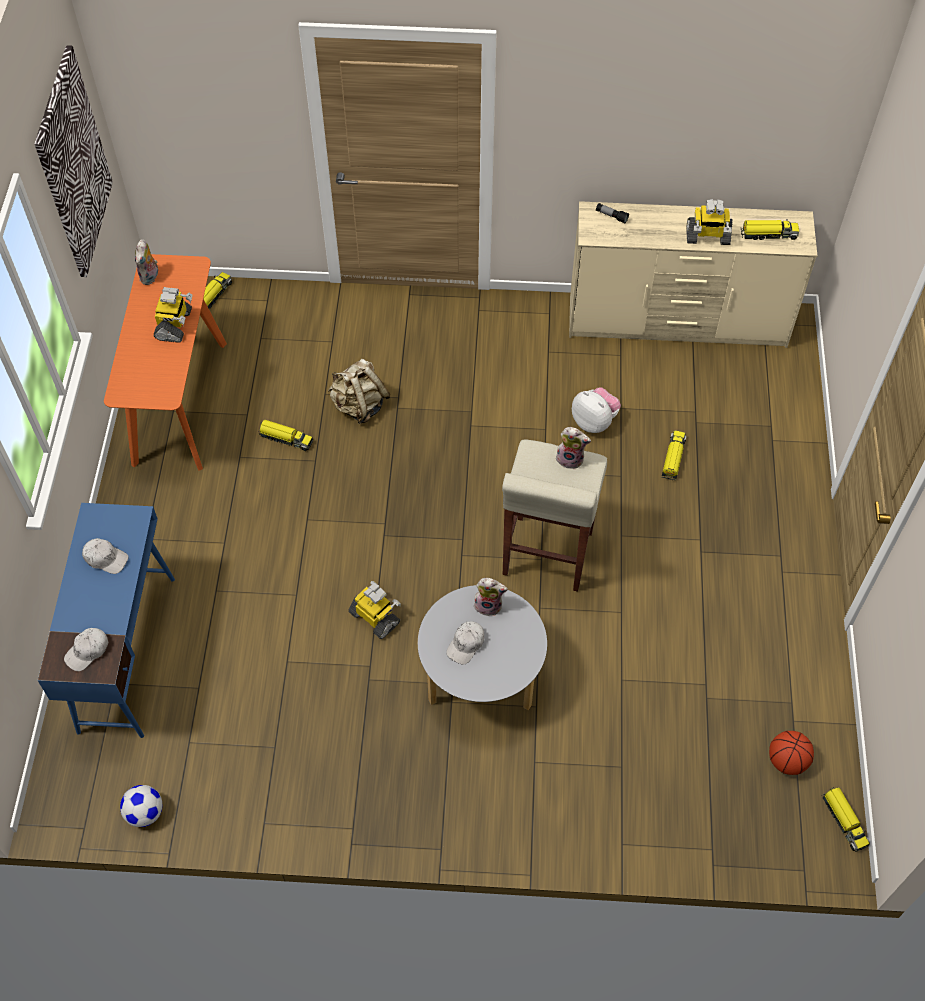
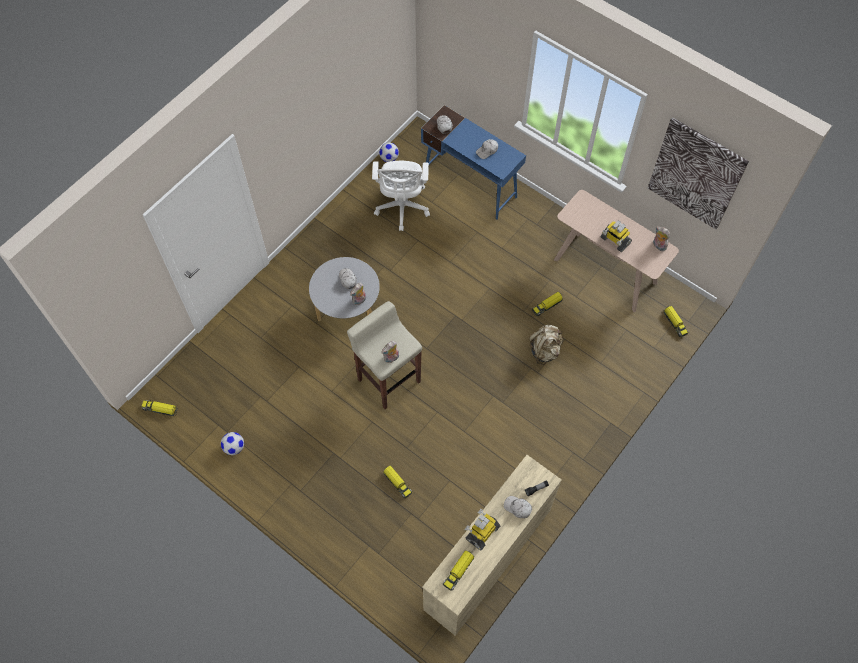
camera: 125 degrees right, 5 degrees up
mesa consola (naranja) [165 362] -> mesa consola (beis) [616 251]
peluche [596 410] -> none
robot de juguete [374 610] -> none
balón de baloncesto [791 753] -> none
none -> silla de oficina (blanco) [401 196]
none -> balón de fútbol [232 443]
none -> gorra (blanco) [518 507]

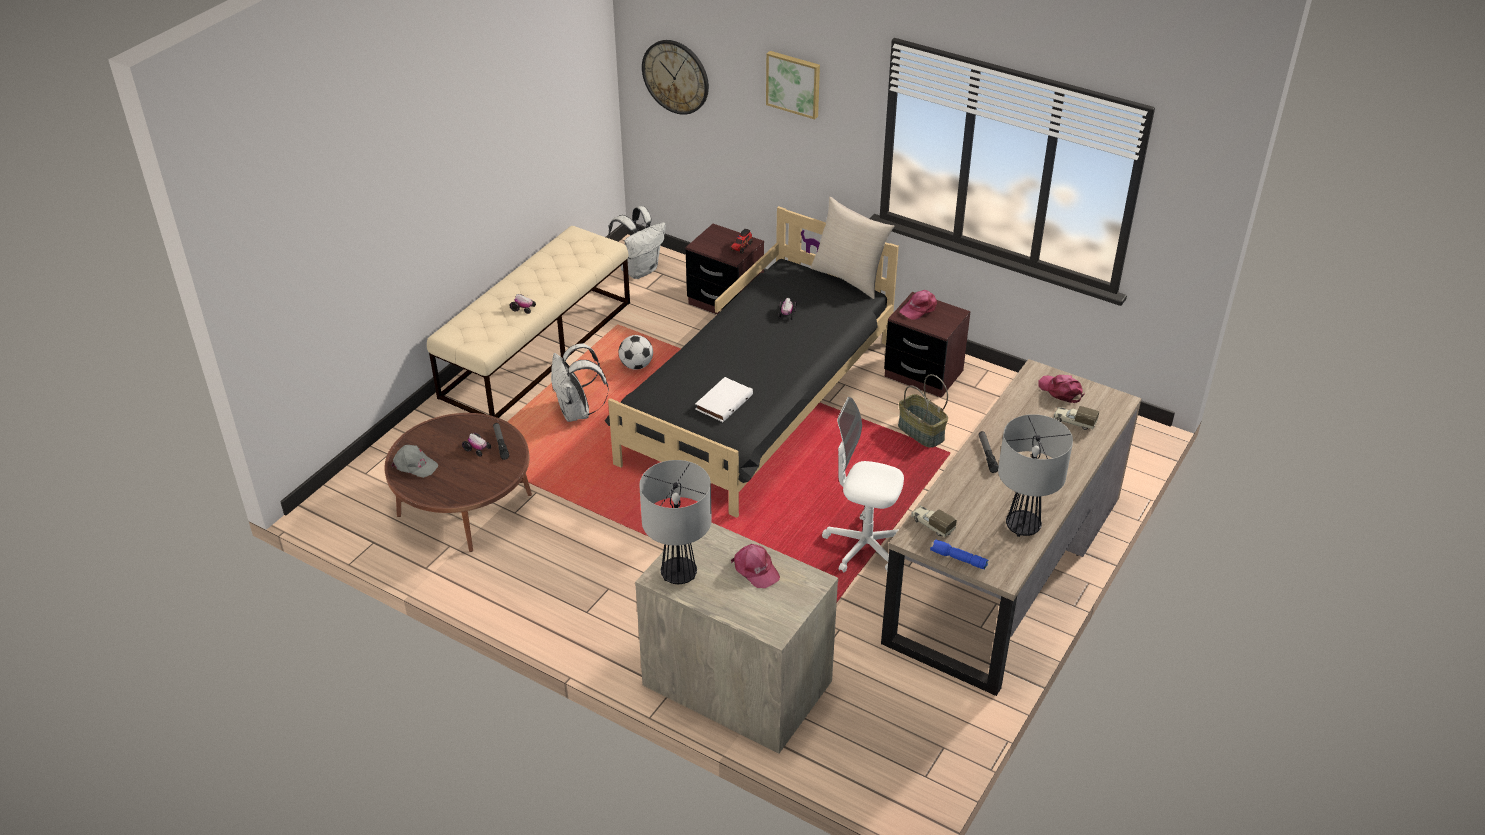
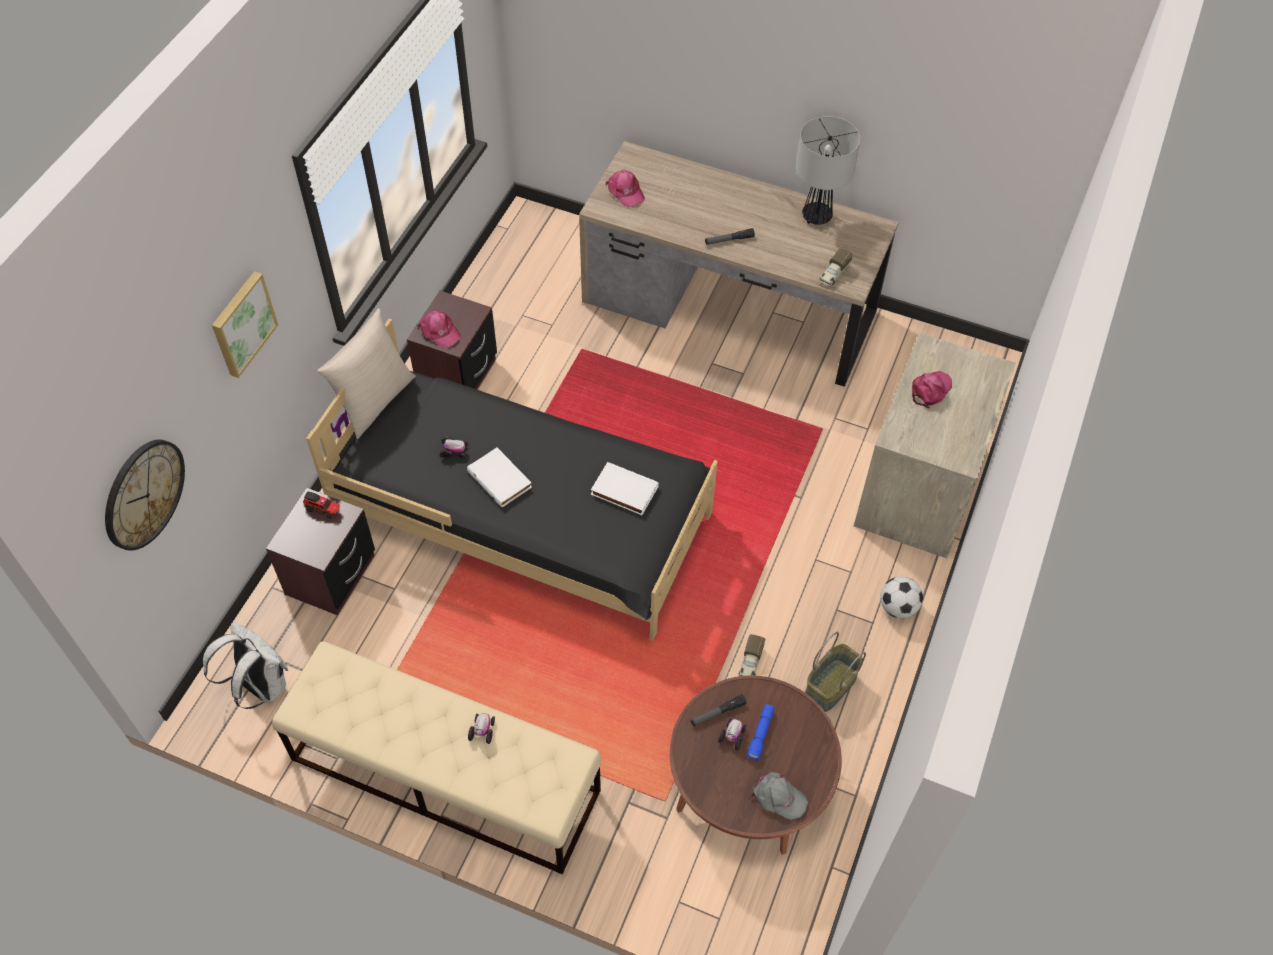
camera: 100 degrees left, 15 degrees up
balón de fútbol [636 352] -> balón de fútbol [901 597], relocated
mochila (blanco) [580 382] -> none
cesta [923 411] -> cesta [835 672], relocated
gorra (rosa) [1062 389] -> gorra (rosa) [625 188], 75 degrees counterclockwise
silla de oficina (blanco) [863 484] -> none
camión de juguete [1076 418] -> camión de juguete [751 655], relocated
gorra (gris) [415 461] -> gorra (gris) [779 796], 105 degrees clockwise
lámpara de mesa [675 522] -> none
linterna (azul) [959 555] -> linterna (azul) [760 733], relocated
none -> libro (blanco) [499 477]

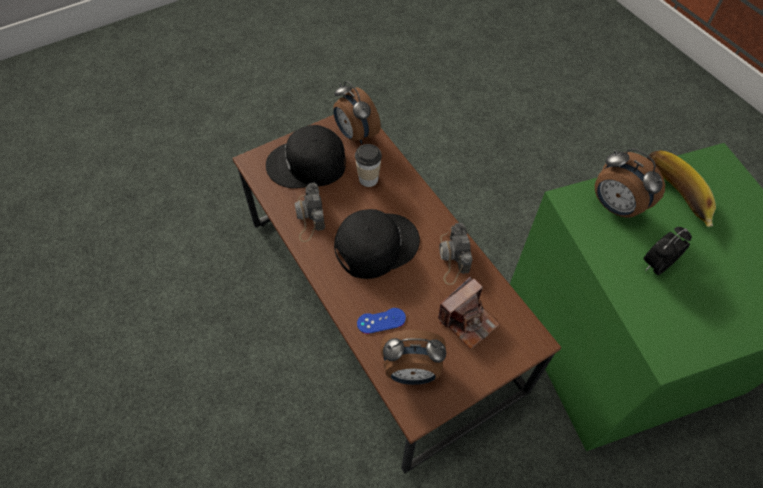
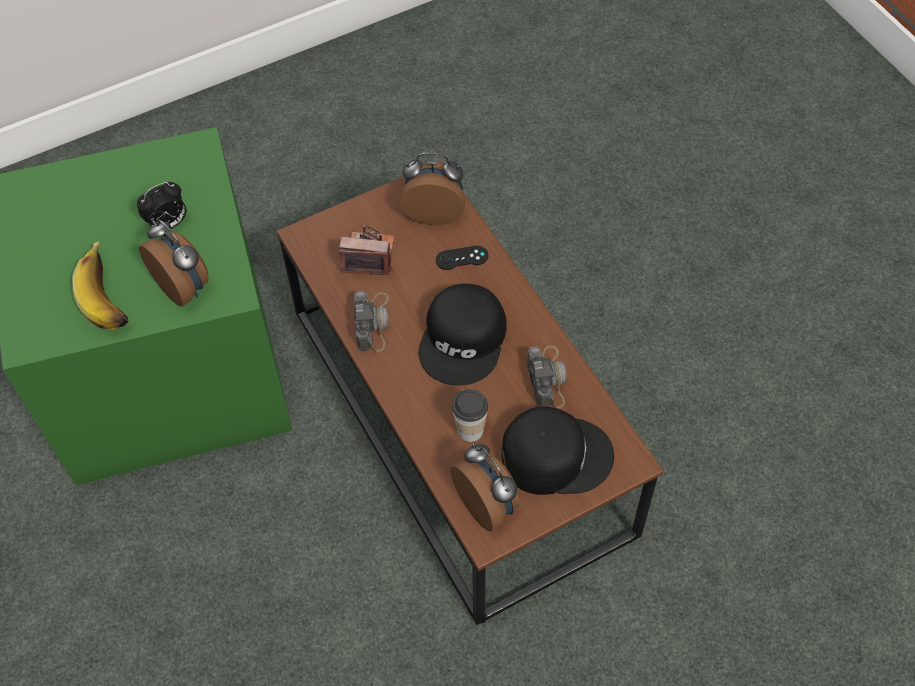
camera: 175 degrees left, 0 degrees up
gorra (negro) [377 244] -> gorra (negro) [463 334], 45 degrees counterclockwise
cámara [469 312] -> cámara [367 250], 45 degrees clockwise
mando de consola (azul) [381 321] -> mando de consola (negro) [462 258]

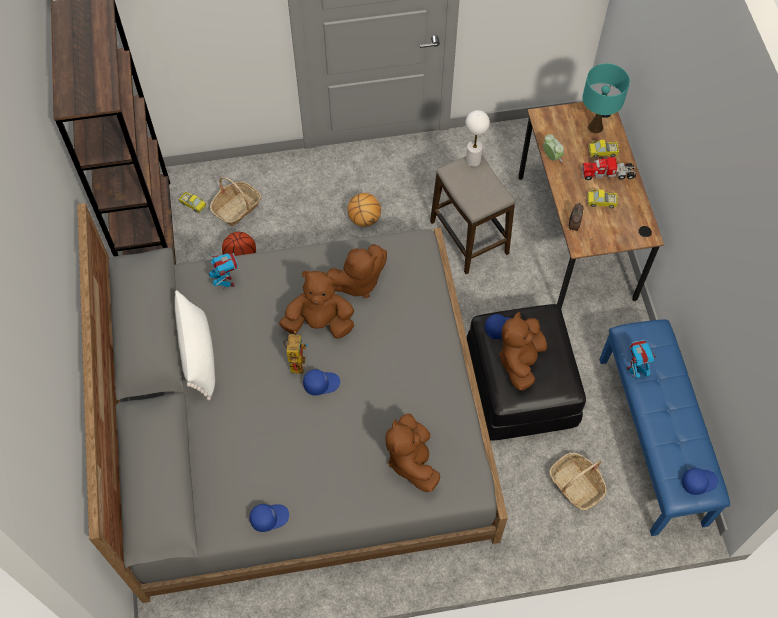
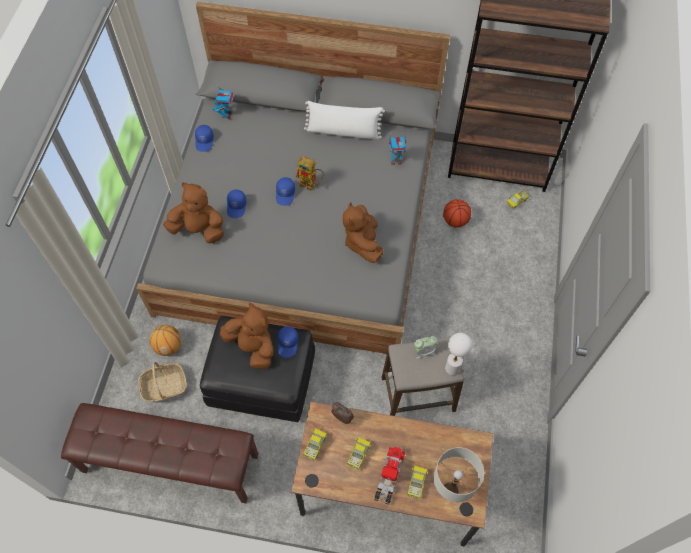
camera: 110 degrees right, 0 degrees up
lámpara de mesa (turquesa) [606 98] -> lámpara de mesa (blanco) [458 474]
despertador [553 148] -> despertador [426 347], relocated
cesta [236 201] -> none
balón de baloncesto [364 210] -> balón de baloncesto [165 340], relocated
peluche (marrón) [316 305] -> none
banco (azul) [664 427] -> banco (marrón) [159 453]
robot de juguete [642 359] -> robot de juguete [223 103], relocated
gorra (azul) [700 481] -> gorra (azul) [236 203], relocated
none -> camión de juguete [315 444]

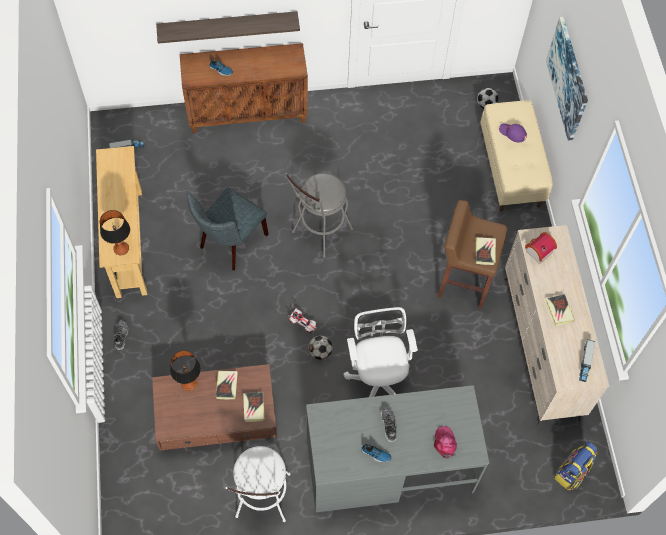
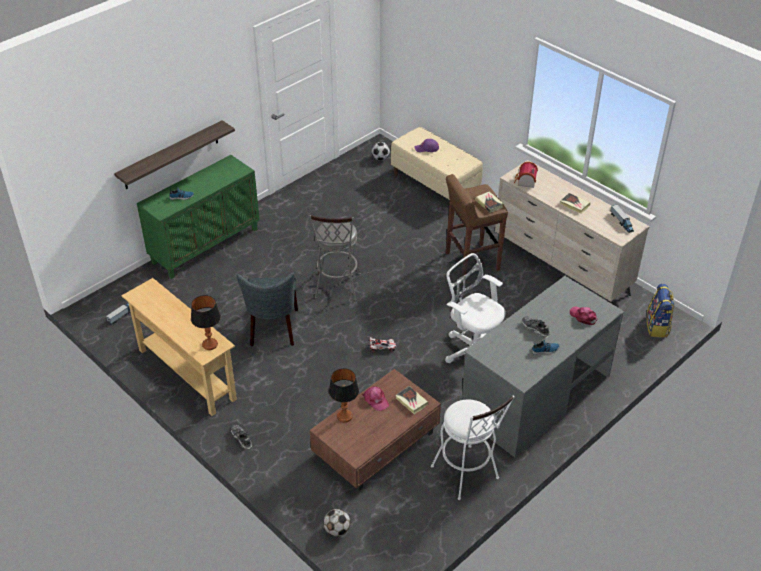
camera: 35 degrees left, 20 degrees down
cuadro [567 79] -> none
armario (marrón) [244 88] -> armario (verde) [198 217]
balón de fútbol [320 348] -> balón de fútbol [337 522], relocated
libro [227 385] -> gorra (rosa) [376 398]

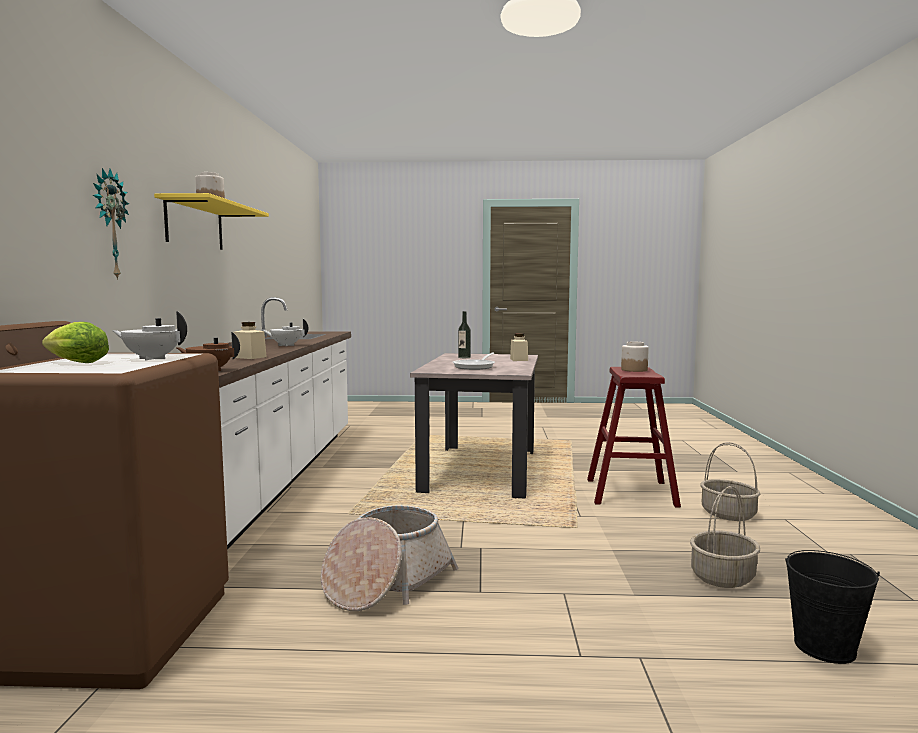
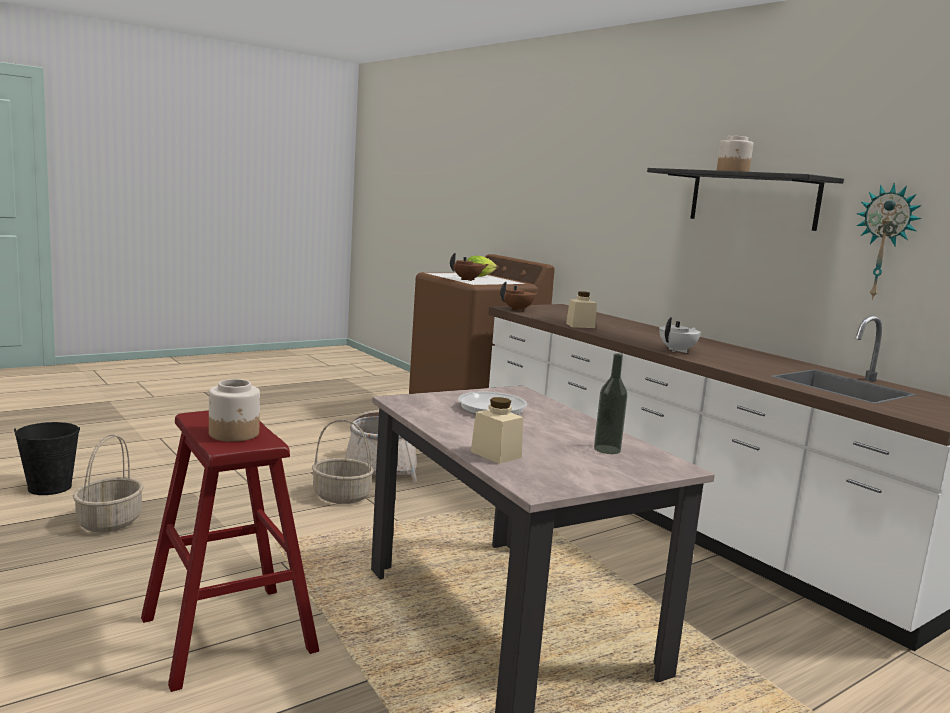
camera: 140 degrees right, 5 degrees up
reloj de pared [111 224] -> reloj de pared [889 241], relocated
estante (amarillo) [211 221] -> estante (negro) [745 199]
tetera (blanco) [149 335] -> tetera (marrón) [469 267]
cesta [730 481] -> cesta [343 461], relocated

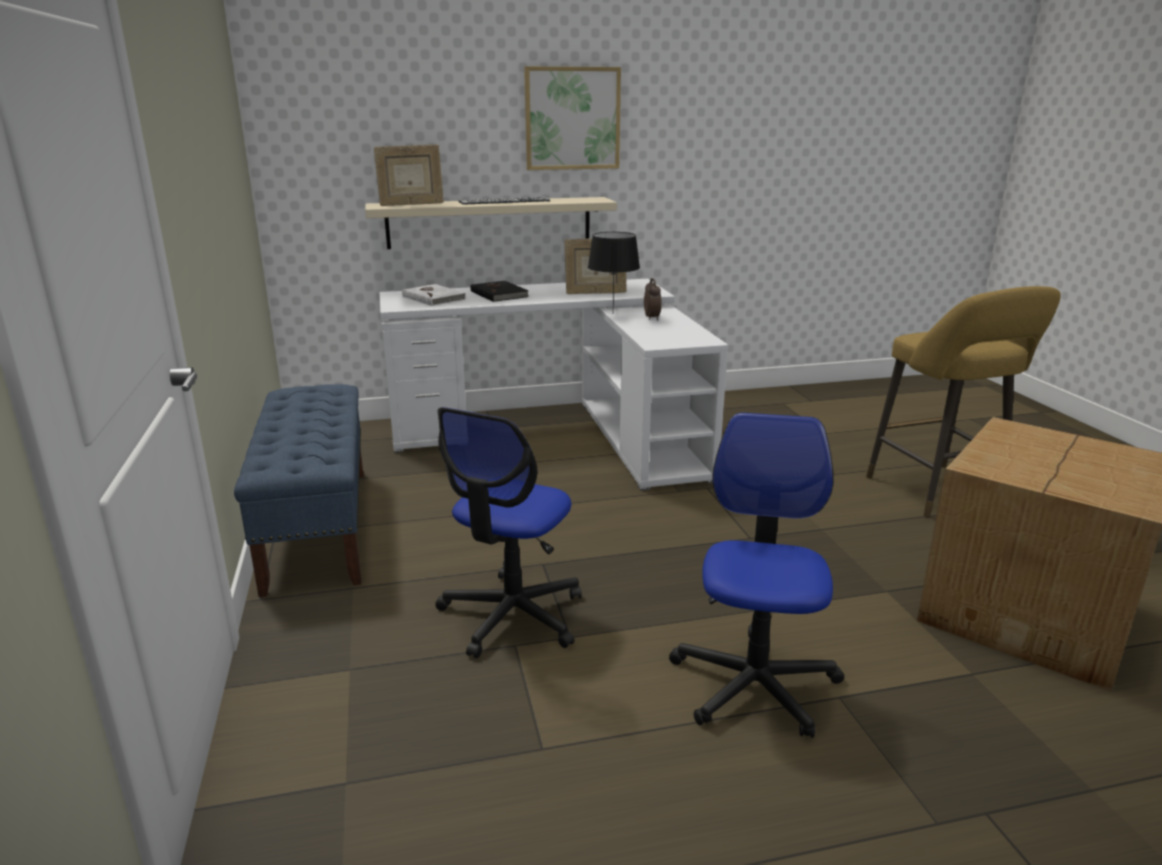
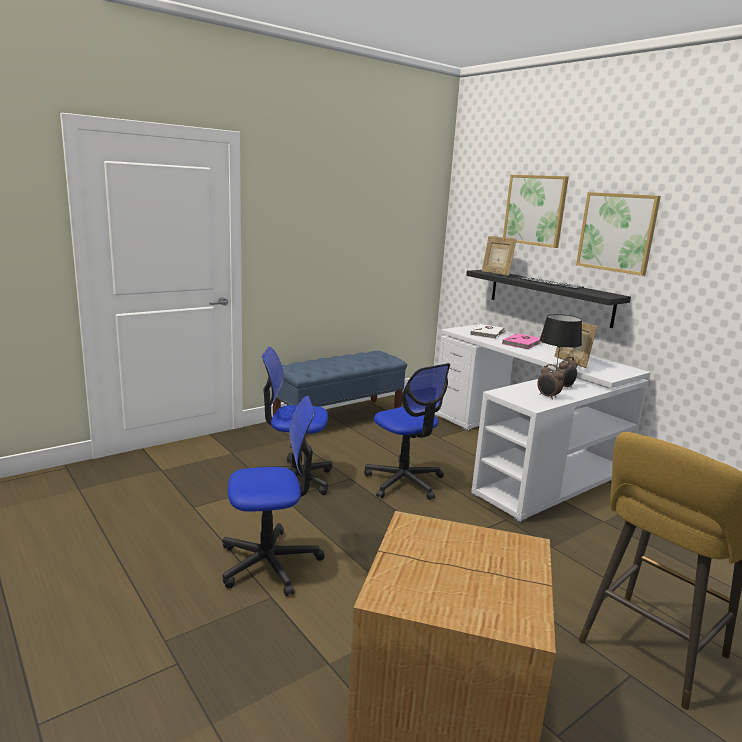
camera: 65 degrees right, 5 degrees down
estante (beis) [491 223] -> estante (negro) [548 299]
libro (negro) [499 291] -> libro (rosa) [522 341]
none -> cuadro [536 211]
none -> silla de oficina [407 431]
none -> despertador [550 382]

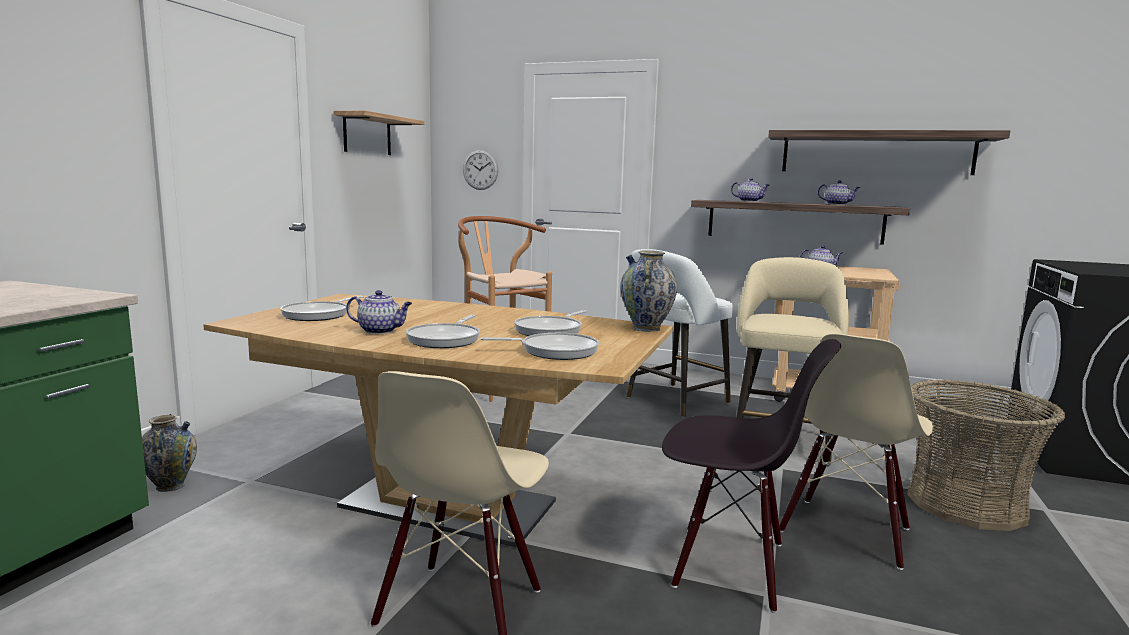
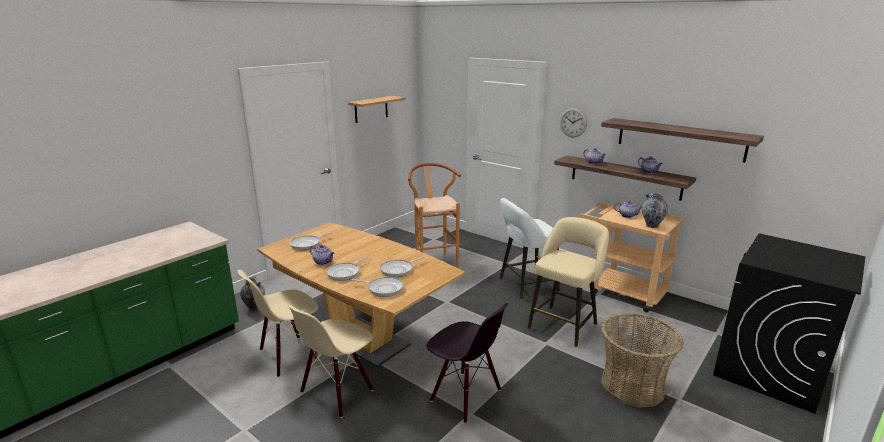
camera: 20 degrees right, 10 degrees up
reloj de pared [481 170] -> reloj de pared [573 122], relocated
florero [649 291] -> florero [655 210], relocated
silla (beis) [856 452] -> silla (beis) [278 323], relocated

